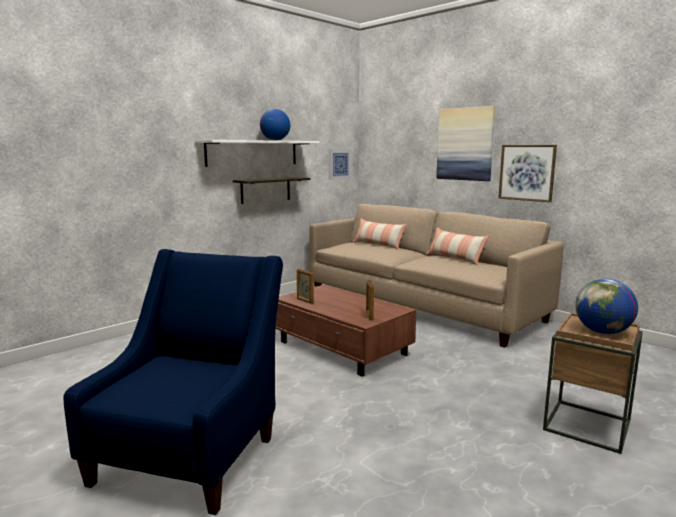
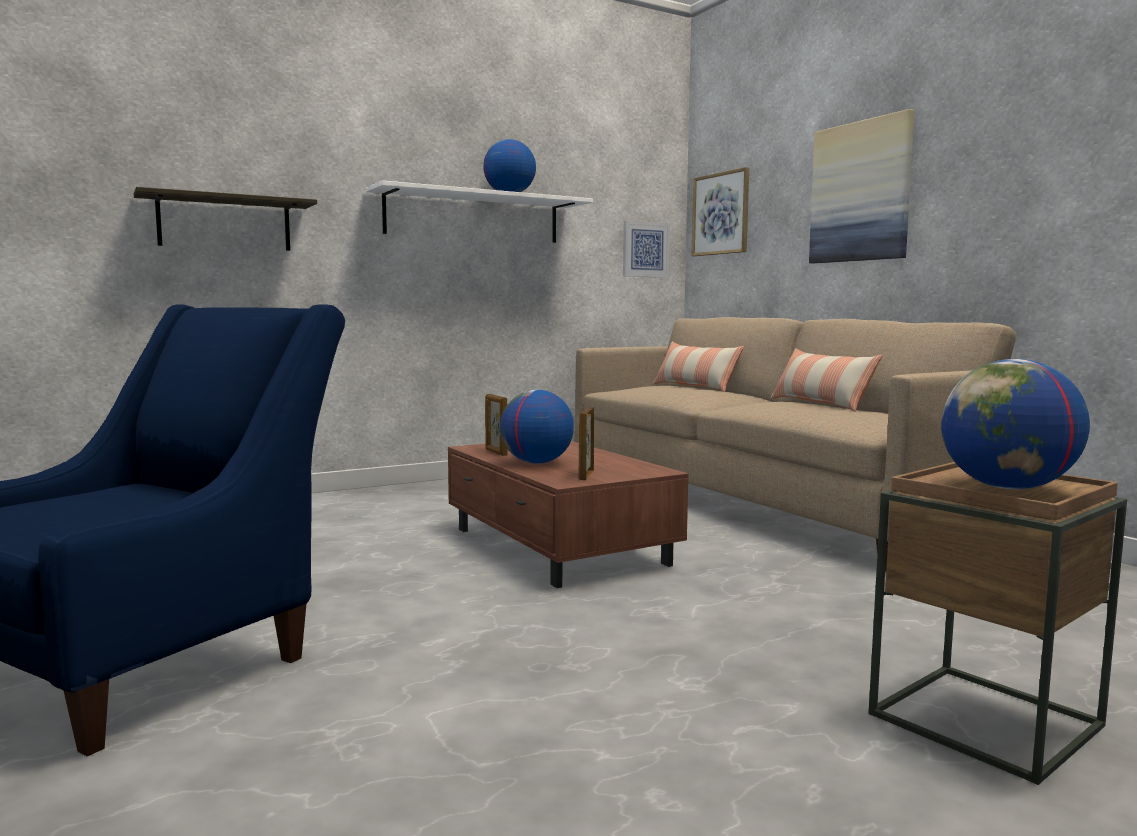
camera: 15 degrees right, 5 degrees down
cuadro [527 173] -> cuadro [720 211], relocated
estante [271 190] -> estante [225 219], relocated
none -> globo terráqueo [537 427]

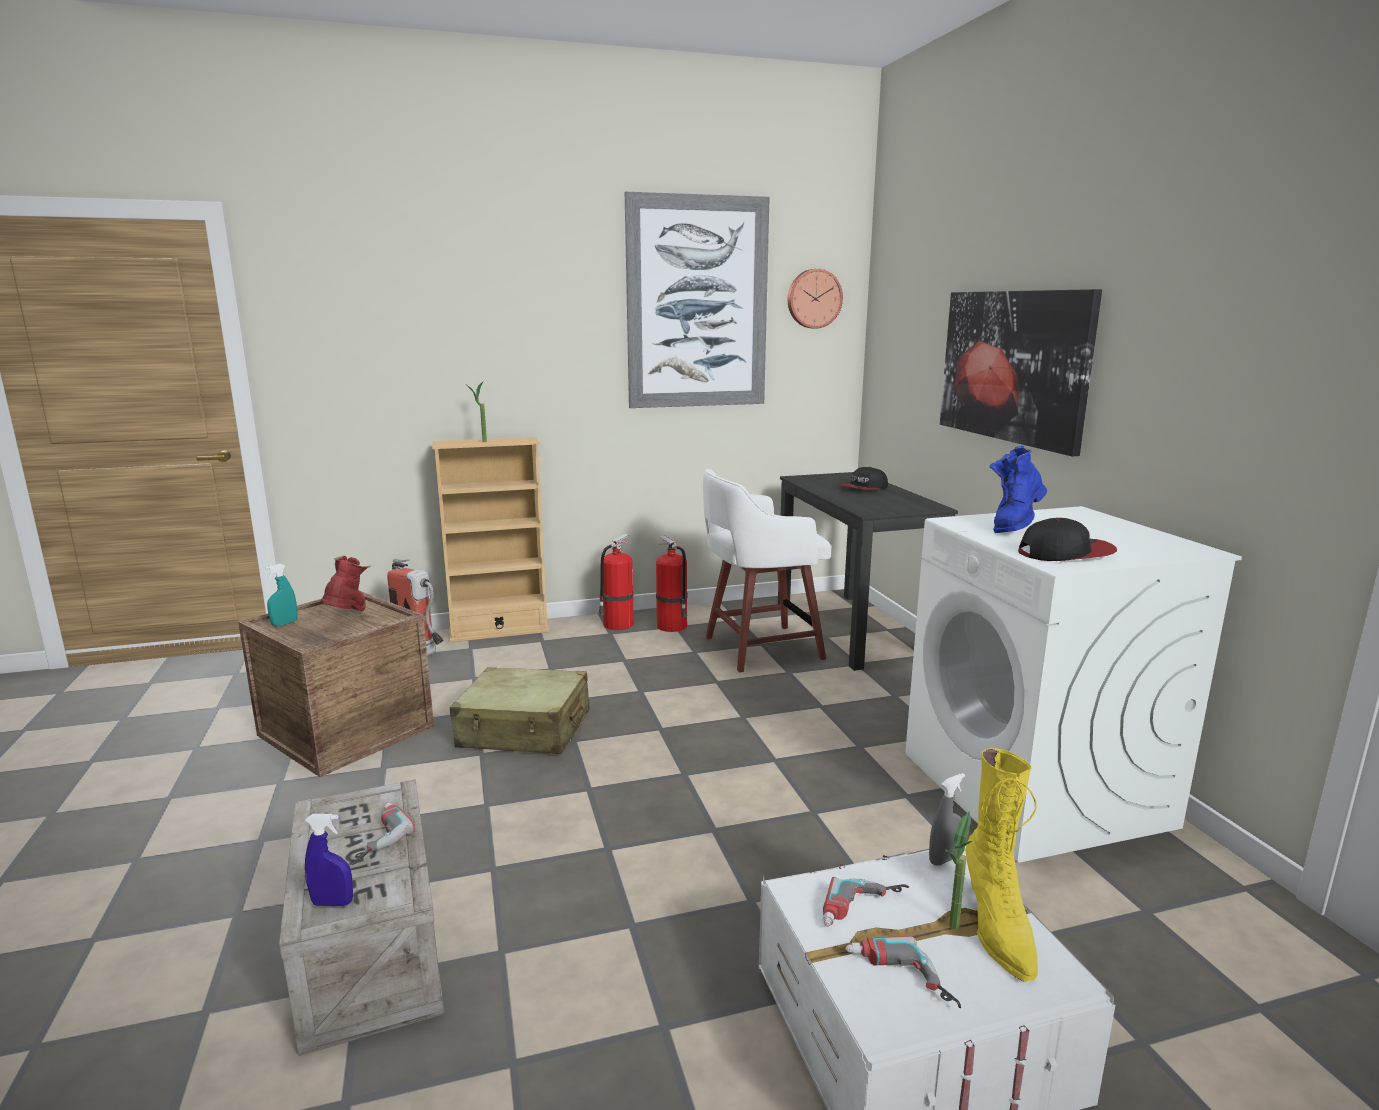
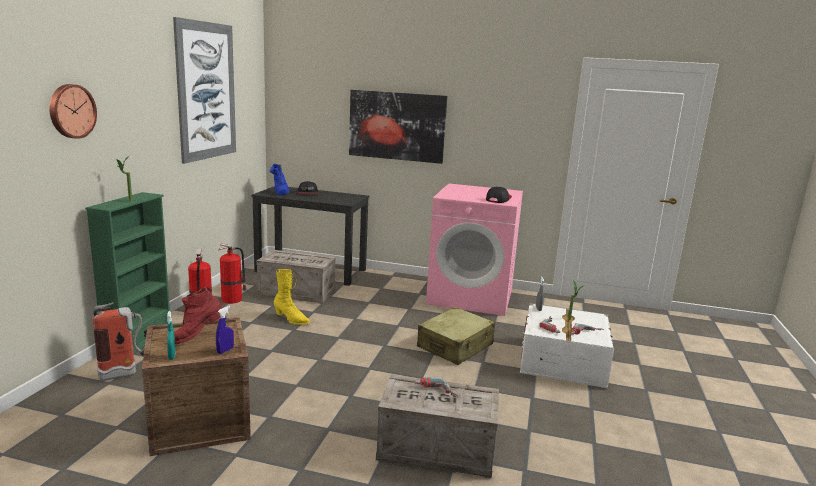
camera: 60 degrees left, 0 degrees up
reloj de pared [815 299] -> reloj de pared [73 111], relocated
estantería (beis) [491 539] -> estantería (verde) [127 273]
bota (azul) [1018 489] -> bota (azul) [279 179], relocated
taburete (blanco) [767 570] -> caja de embalaje [296 277]
lavadora (blanco) [1073 684] -> lavadora (rosa) [474 249]
bota (rojo) [345 584] -> bota (rojo) [198 315], 75 degrees counterclockwise
maleta (beis) [519 710] -> maleta (beis) [456 336], relocated
bota (amarillo) [1001 864] -> bota (amarillo) [292 297], relocated
pulverizador (azul) [329 860] -> pulverizador (azul) [225 330], relocated

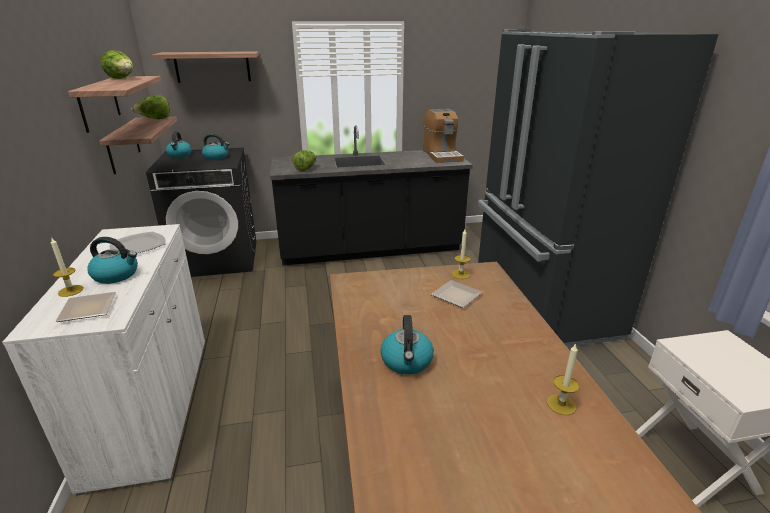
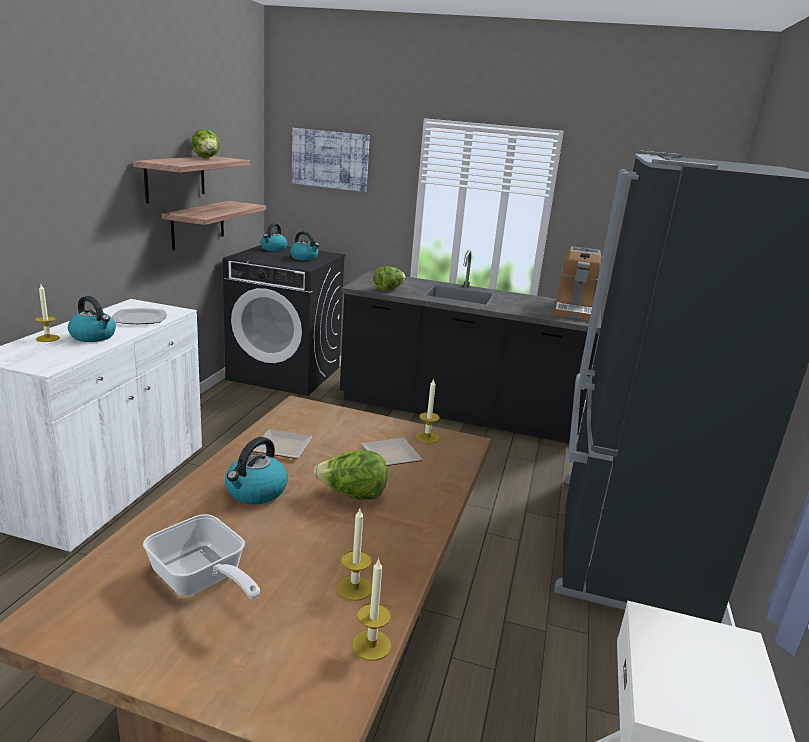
camera: 25 degrees right, 5 degrees down
estante [205 67] -> cuadro [331 160]
lechuga [151 107] -> lechuga [351 475], relocated
plato [85 307] -> plato [282 444], relocated
none -> sartén [201 556]
none -> vela [371 609]

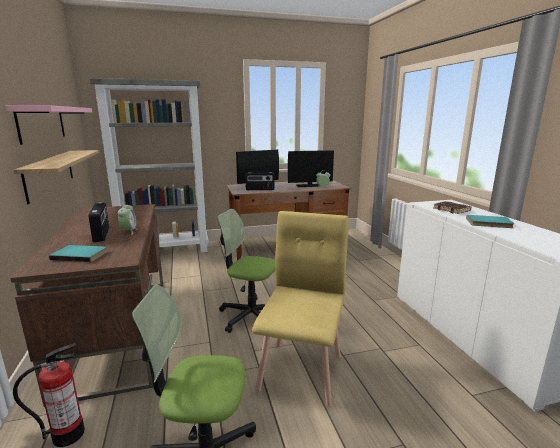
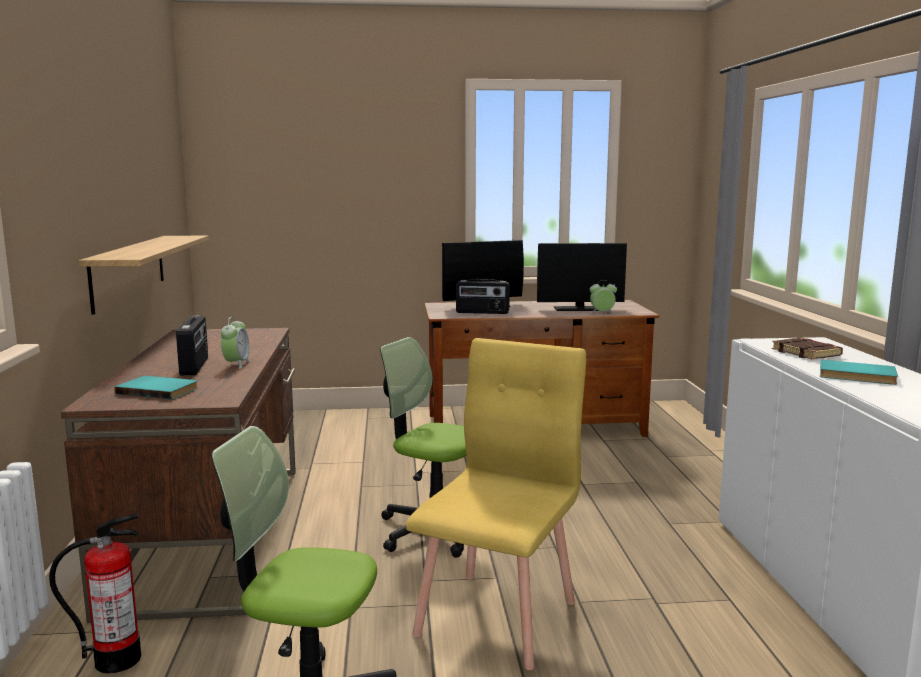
camera: 10 degrees right, 5 degrees down
estantería (gris) [149 165] -> none
estante (rosa) [49 125] -> none

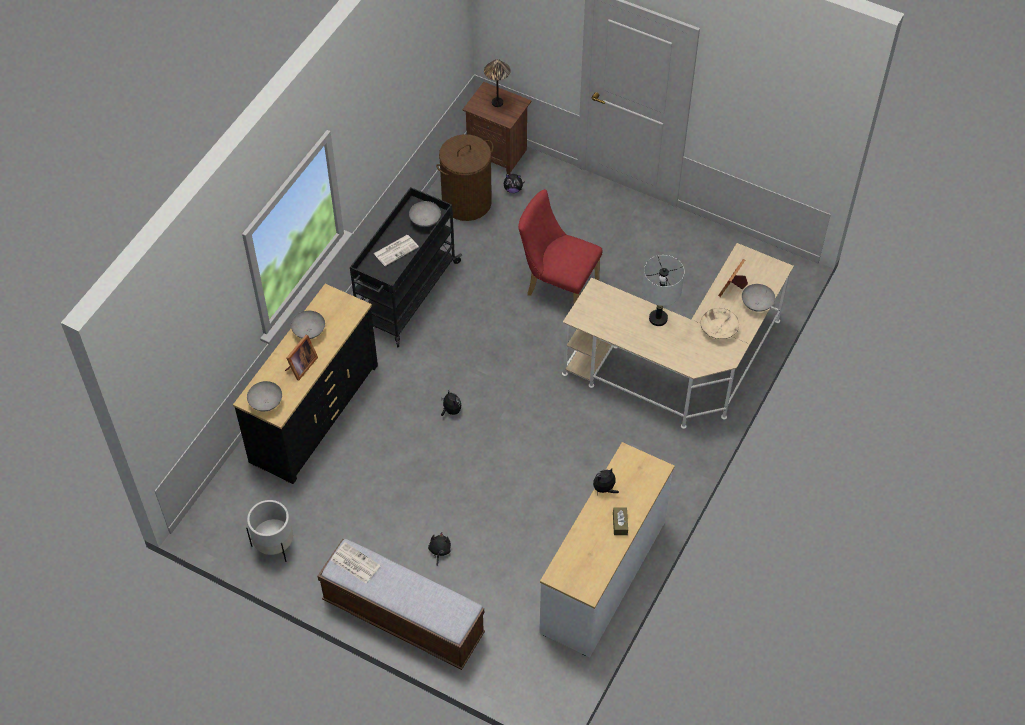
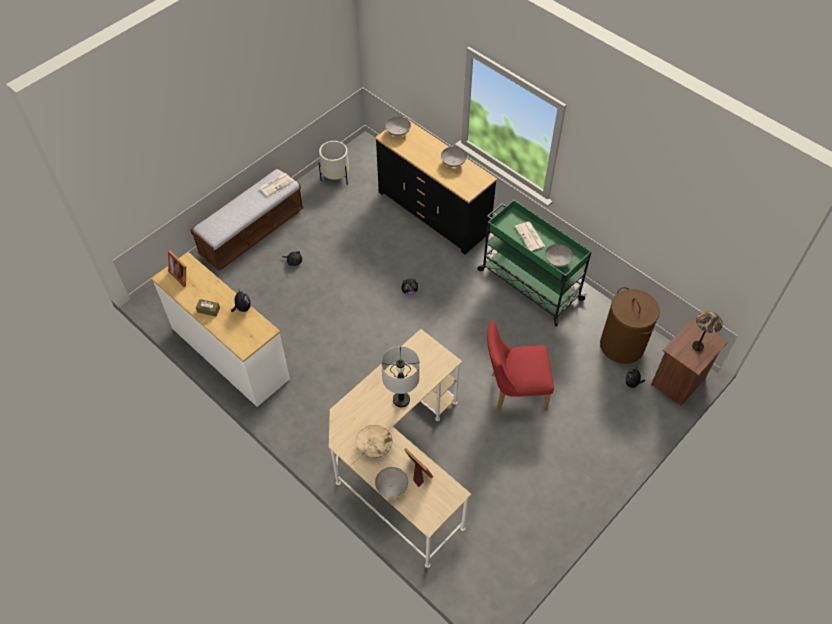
camera: 105 degrees right, 0 degrees up
carrito (negro) [406 267] -> carrito (verde) [534 263]
silla (rojo) [560 246] -> silla (rojo) [520 366], 135 degrees counterclockwise
portarretratos [301 358] -> portarretratos [177 269], relocated

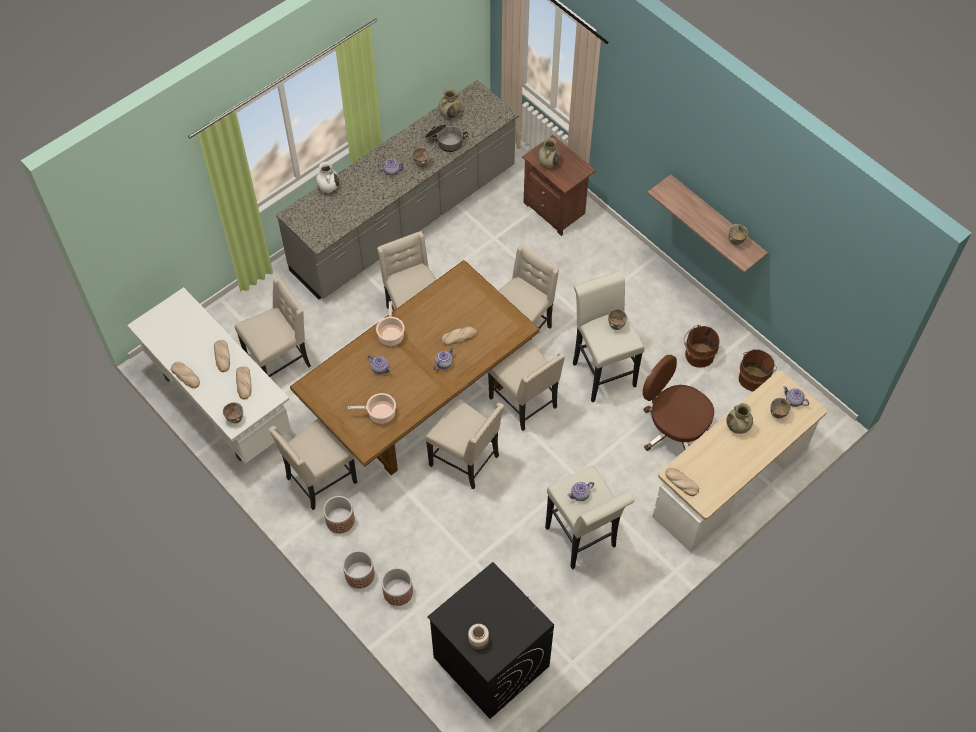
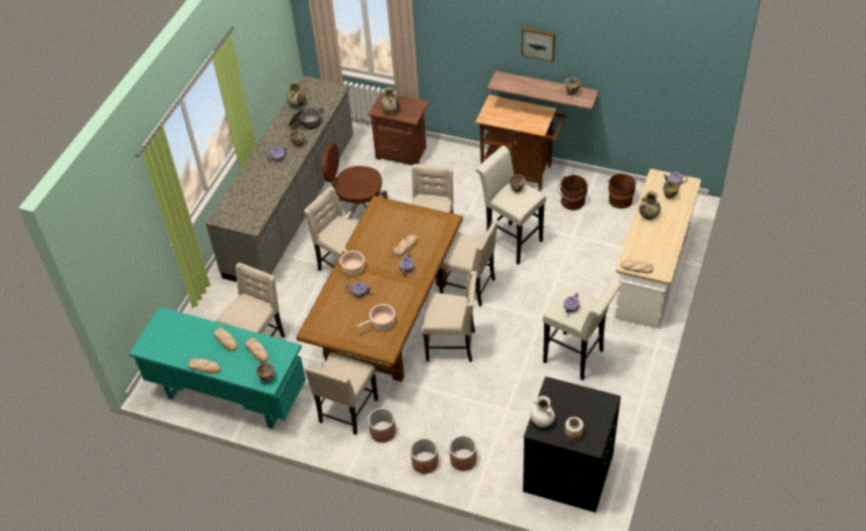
camera: 25 degrees left, 10 degrees down
florero (blanco) [327 177] -> florero (blanco) [543 411], relocated
escritorio (blanco) [209 375] -> escritorio (turquesa) [217 367]
silla de oficina (marrón) [678 403] -> silla de oficina (marrón) [355 181], relocated
none -> cuadro [538 44]
none -> carrito (marrón) [521 143]

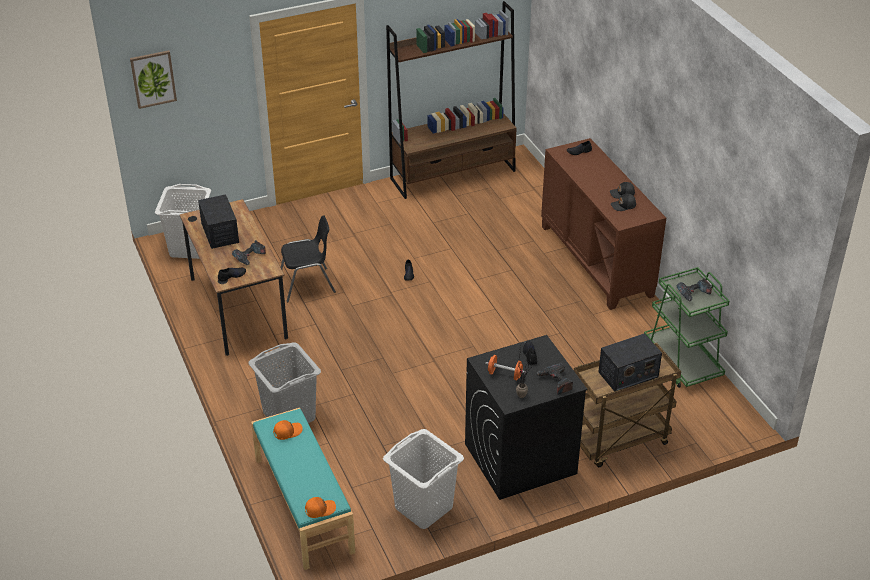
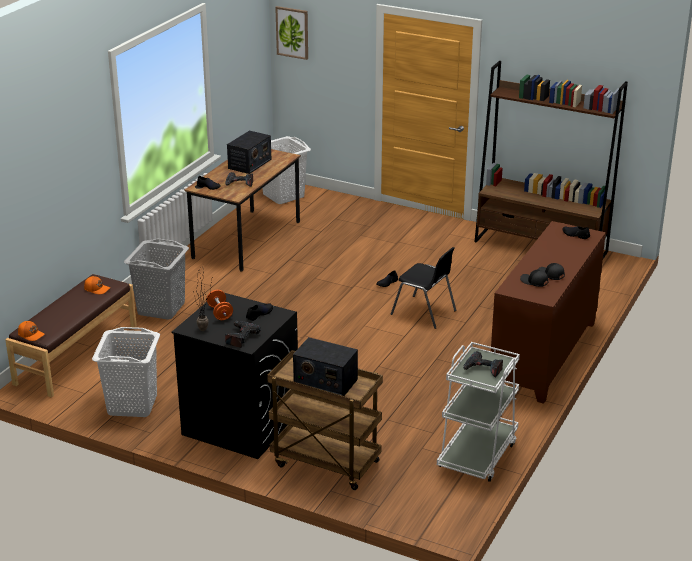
camera: 50 degrees right, 10 degrees down
silla (negro) [308 258] -> silla (negro) [423 288], relocated
carrito (verde) [686 327] -> carrito (blanco) [478 412]
banco (turquesa) [303 489] -> banco (marrón) [71 336]

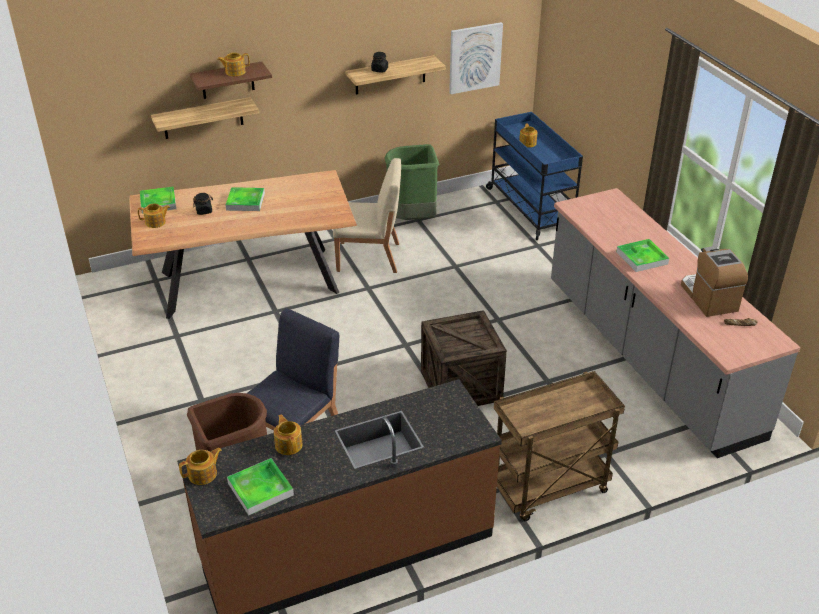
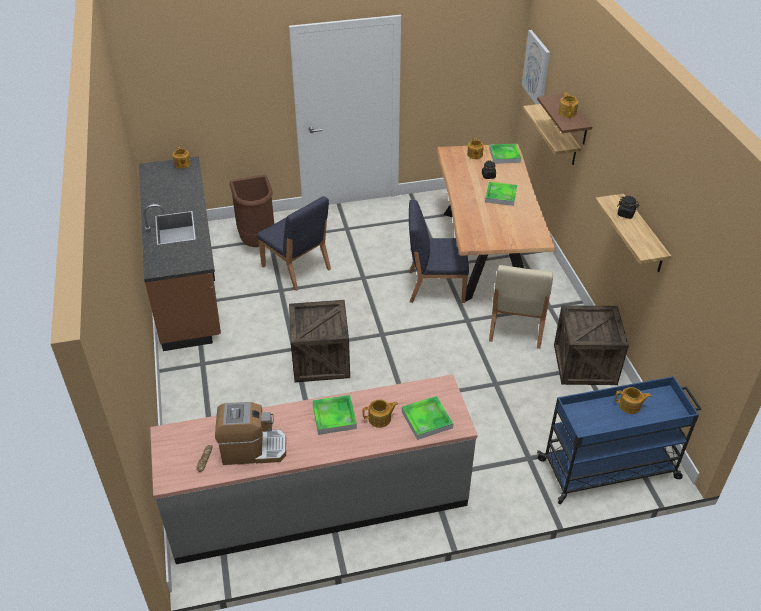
camera: 100 degrees right, 5 degrees up
cuadro [476 58] -> cuadro [536 67], relocated
papelera (verde) [412 182] -> caja de embalaje [591 345]
carrito (marrón) [559 446] -> none
tetera [288 434] -> tetera [380 413], relocated
bandeja [260 487] -> bandeja [427 418], relocated
none -> silla (azul) [439 251]

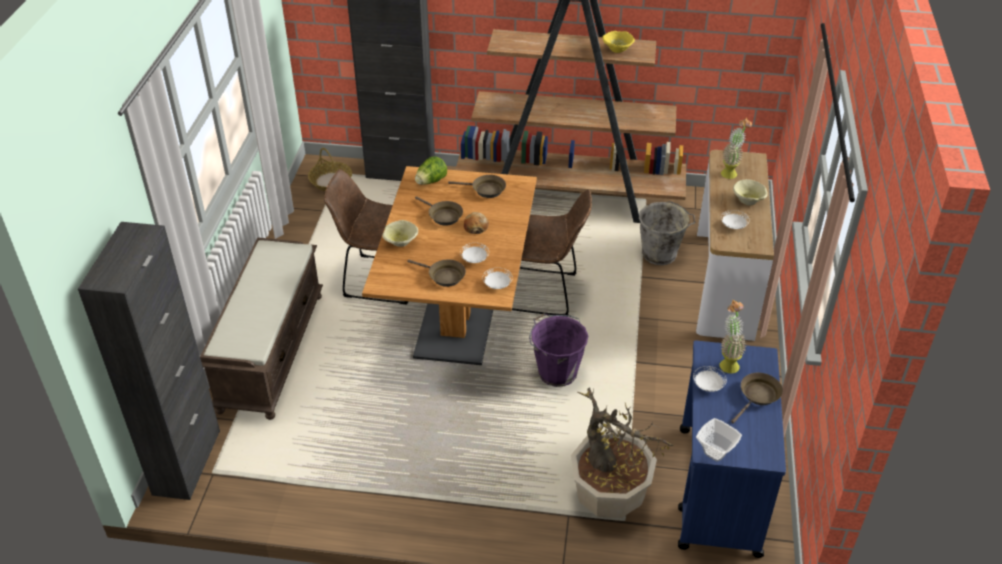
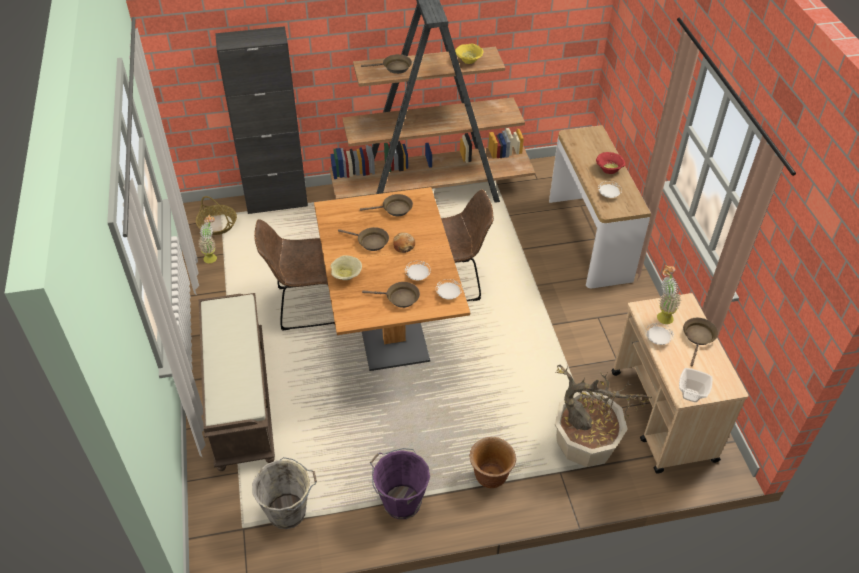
camera: 20 degrees left, 5 degrees up
planta en maceta [736 148] -> planta en maceta [207 238], relocated
lechuga [431 170] -> none
cuenco (beis) [750 192] -> cuenco (rojo) [610 163]
cubo (gris) [667 233] -> cubo (gris) [284 493], relocated
armario (negro) [149 361] -> none
cubo (morado) [558 350] -> cubo (morado) [400 483], relocated
carrito (azul) [732 449] -> carrito (beis) [680 383]
none -> sartén (marrón) [386 64]
none -> maceta (marrón) [492 462]

